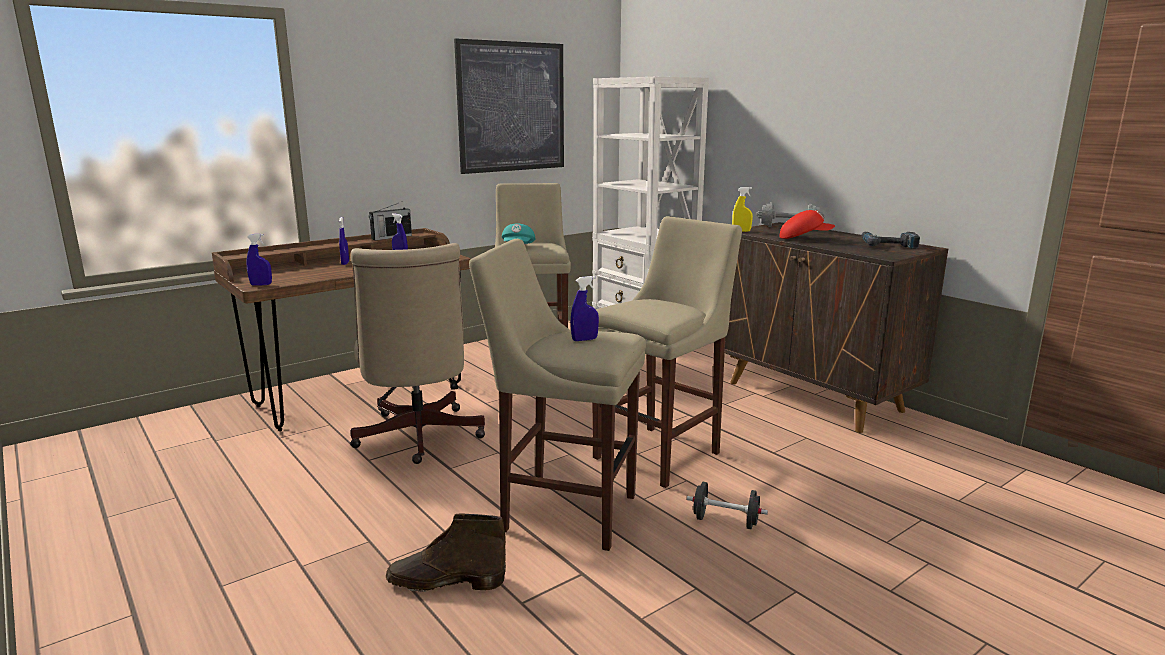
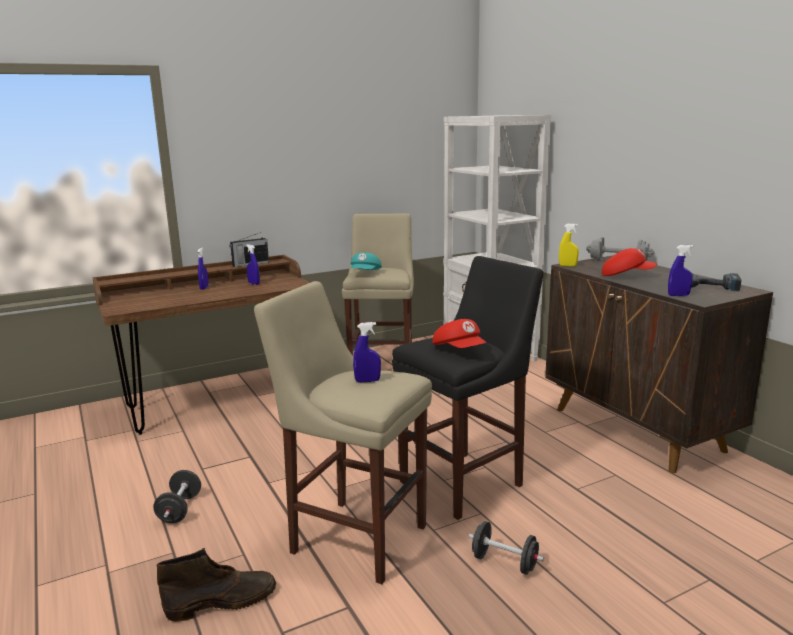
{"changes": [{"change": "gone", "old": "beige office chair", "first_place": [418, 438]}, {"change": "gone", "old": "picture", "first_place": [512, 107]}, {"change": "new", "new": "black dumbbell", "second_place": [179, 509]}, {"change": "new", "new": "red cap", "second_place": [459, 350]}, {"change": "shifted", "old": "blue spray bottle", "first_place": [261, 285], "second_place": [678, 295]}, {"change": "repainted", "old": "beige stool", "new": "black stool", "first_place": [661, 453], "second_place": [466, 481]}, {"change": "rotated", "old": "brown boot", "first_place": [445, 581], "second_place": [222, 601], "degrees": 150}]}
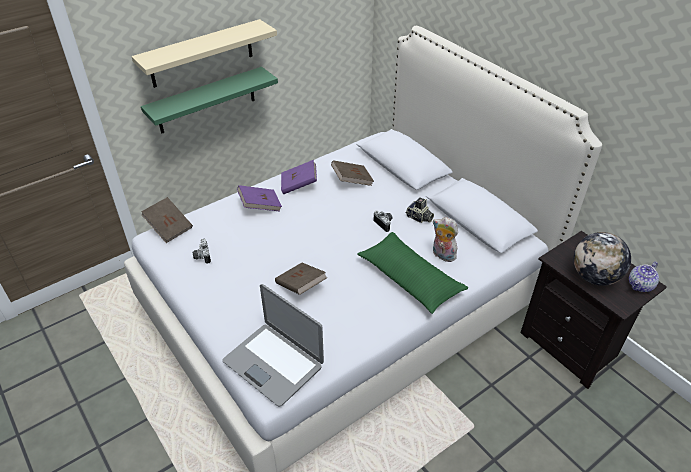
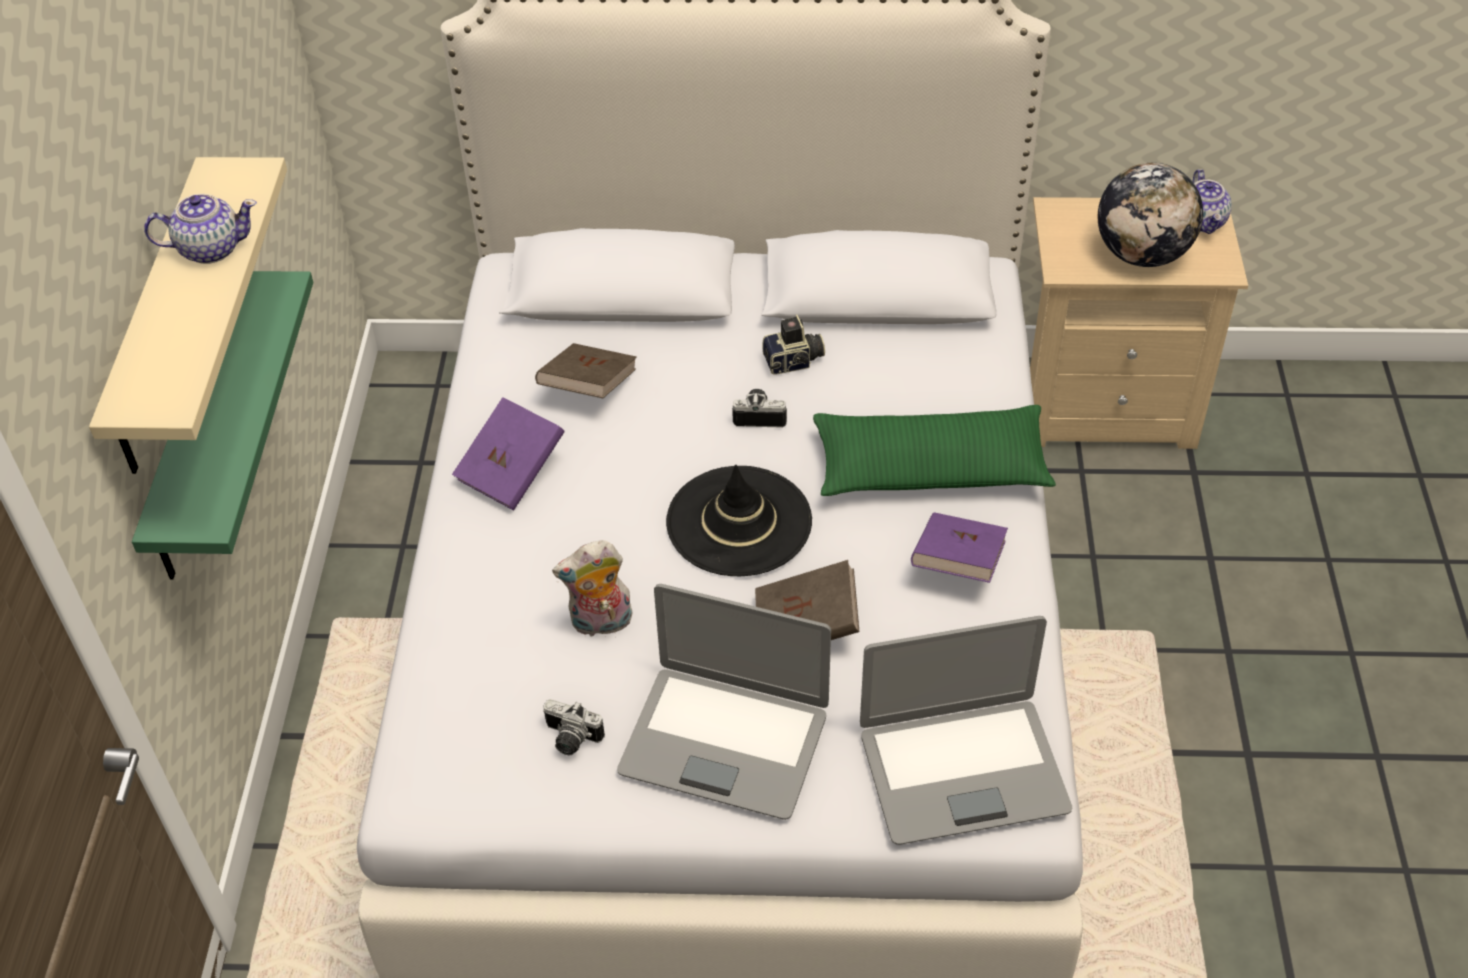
{"changes": [{"change": "gone", "old": "brown book", "first_place": [169, 227]}, {"change": "new", "new": "teapot", "second_place": [209, 249]}, {"change": "new", "new": "laptop", "second_place": [724, 741]}, {"change": "new", "new": "black hat", "second_place": [739, 522]}, {"change": "shifted", "old": "purple book", "first_place": [260, 206], "second_place": [957, 564]}, {"change": "shifted", "old": "plush toy", "first_place": [442, 255], "second_place": [600, 624]}, {"change": "repainted", "old": "black nightstand", "new": "beige nightstand", "first_place": [571, 346], "second_place": [1106, 406]}]}
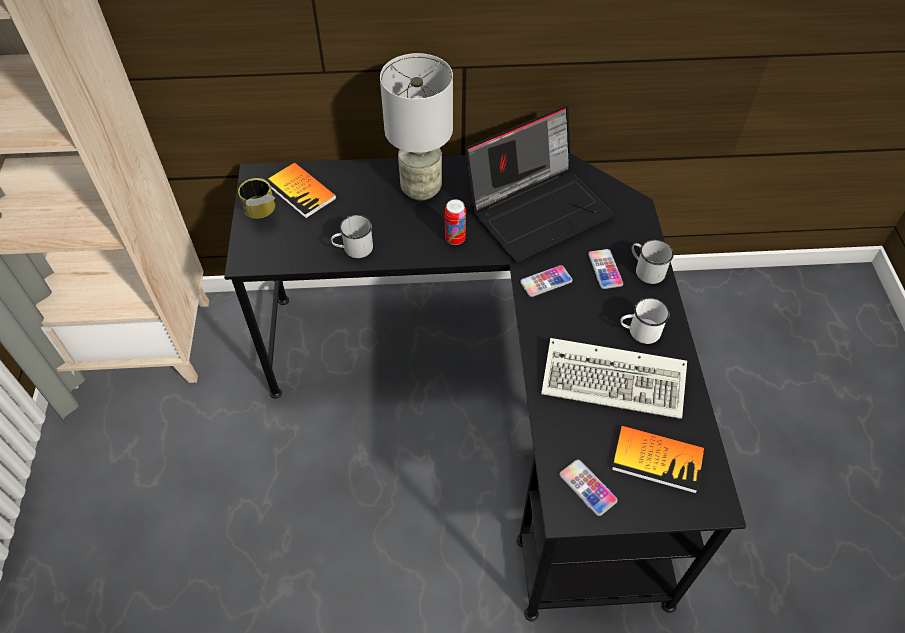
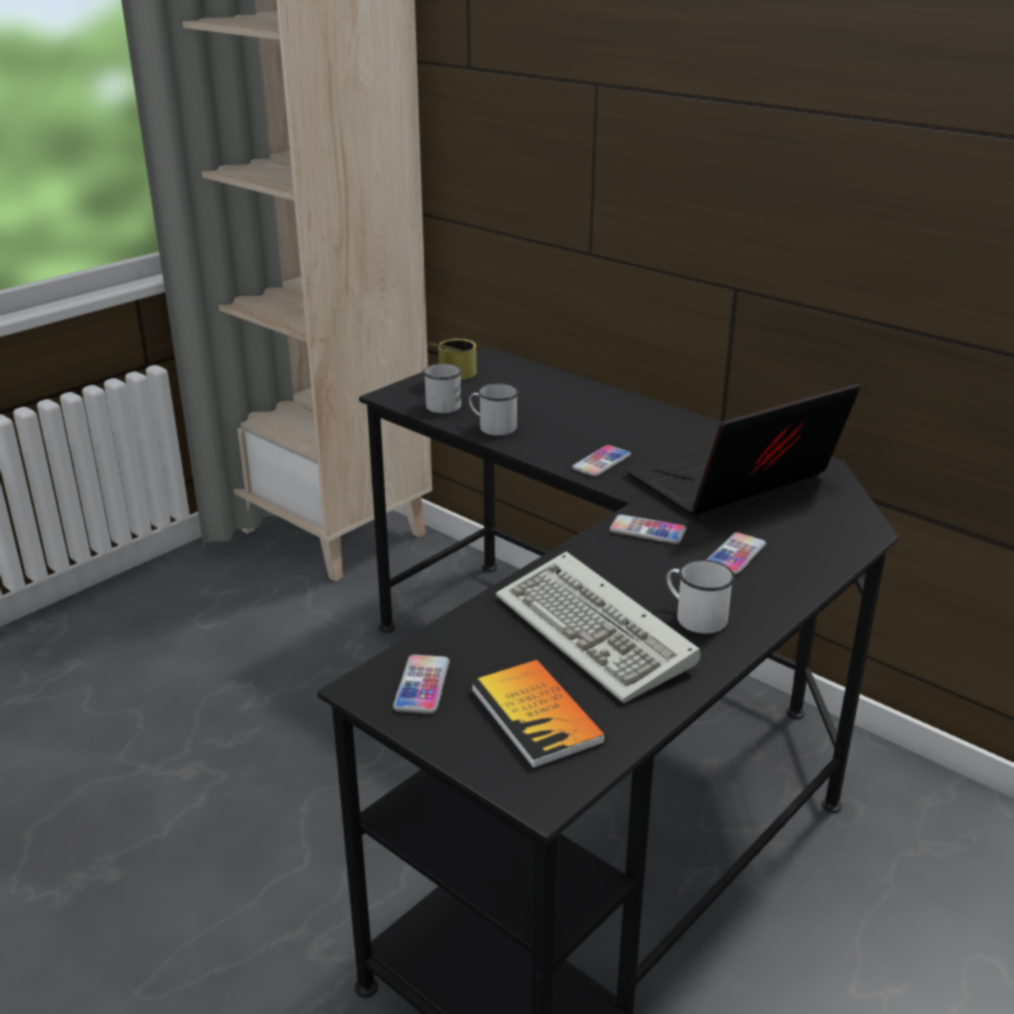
{"changes": [{"change": "gone", "old": "book", "first_place": [301, 191]}, {"change": "gone", "old": "grey table lamp", "first_place": [421, 188]}, {"change": "shifted", "old": "white mug", "first_place": [646, 270], "second_place": [443, 404]}, {"change": "swapped", "old": "can", "new": "phone", "first_place": [455, 239], "second_place": [601, 462]}, {"change": "rotated", "old": "laptop", "first_place": [539, 209], "second_place": [732, 483], "degrees": 135}]}
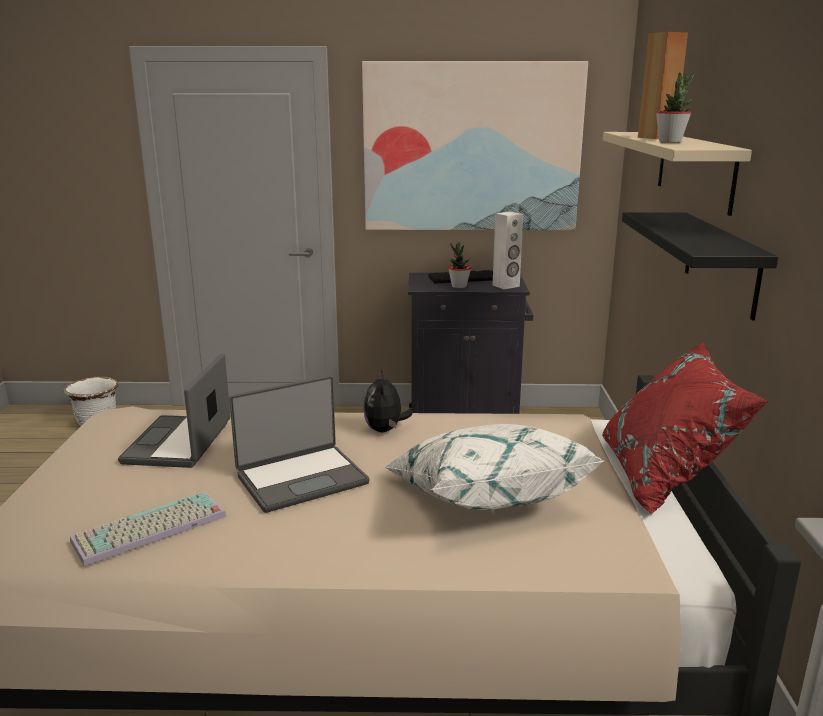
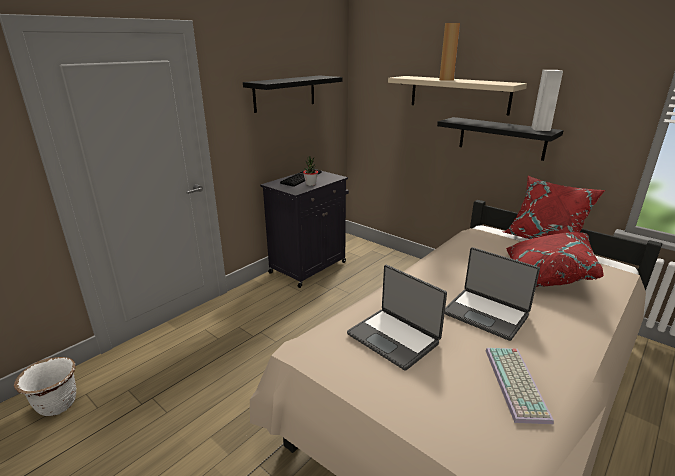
{"changes": [{"change": "gone", "old": "plush toy", "first_place": [385, 430]}, {"change": "gone", "old": "potted plant", "first_place": [670, 142]}, {"change": "shifted", "old": "white speaker", "first_place": [506, 286], "second_place": [541, 129]}, {"change": "swapped", "old": "picture", "new": "black shelf", "first_place": [472, 148], "second_place": [284, 93]}, {"change": "repainted", "old": "white pillow", "new": "red pillow", "first_place": [484, 497], "second_place": [544, 277]}, {"change": "rotated", "old": "laptop", "first_place": [301, 478], "second_place": [486, 314], "degrees": 120}]}
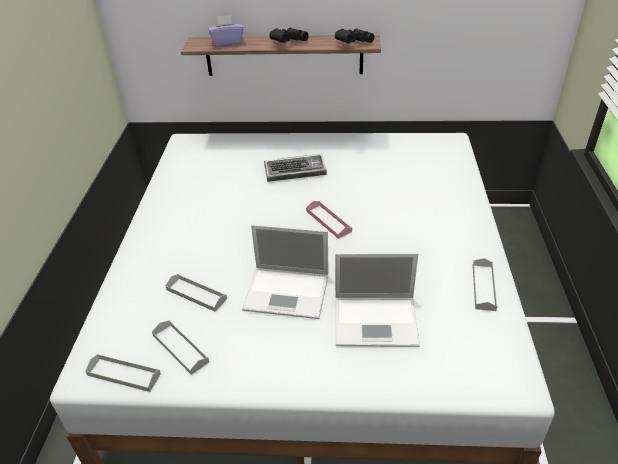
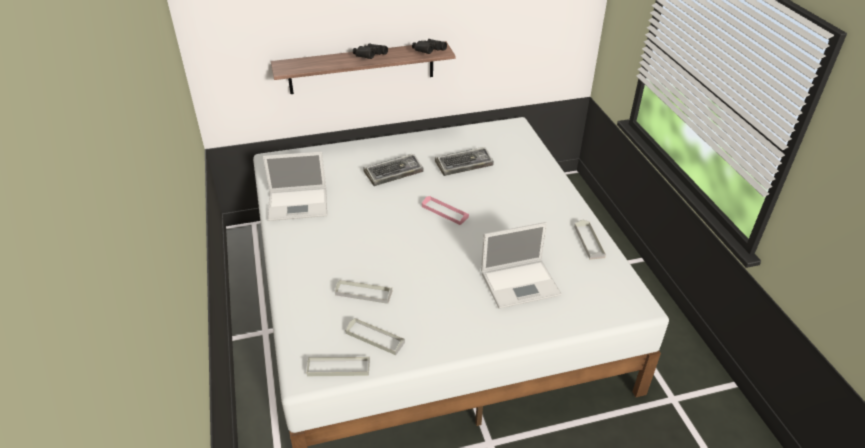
{"changes": [{"change": "gone", "old": "purple tissue box", "first_place": [227, 43]}, {"change": "new", "new": "keyboard", "second_place": [464, 164]}, {"change": "shifted", "old": "laptop", "first_place": [288, 292], "second_place": [299, 204]}]}
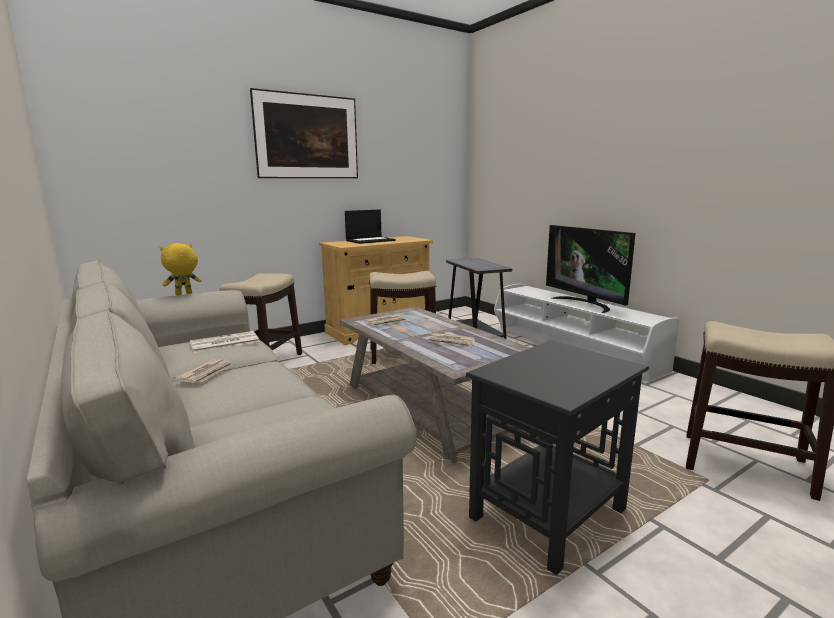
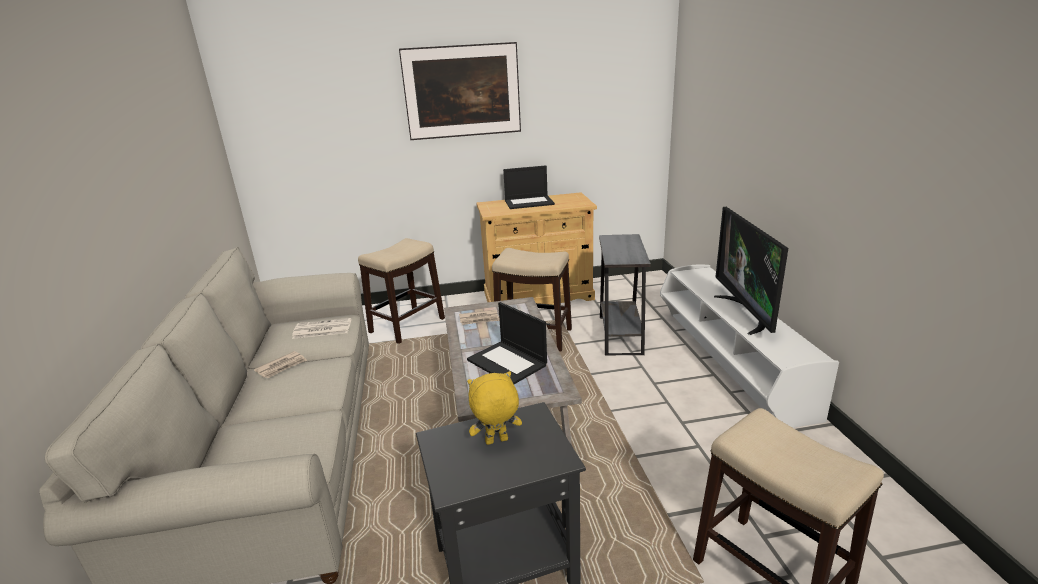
{"changes": [{"change": "shifted", "old": "yellow plush toy", "first_place": [183, 294], "second_place": [496, 442]}, {"change": "swapped", "old": "newspaper", "new": "laptop", "first_place": [451, 342], "second_place": [508, 362]}]}
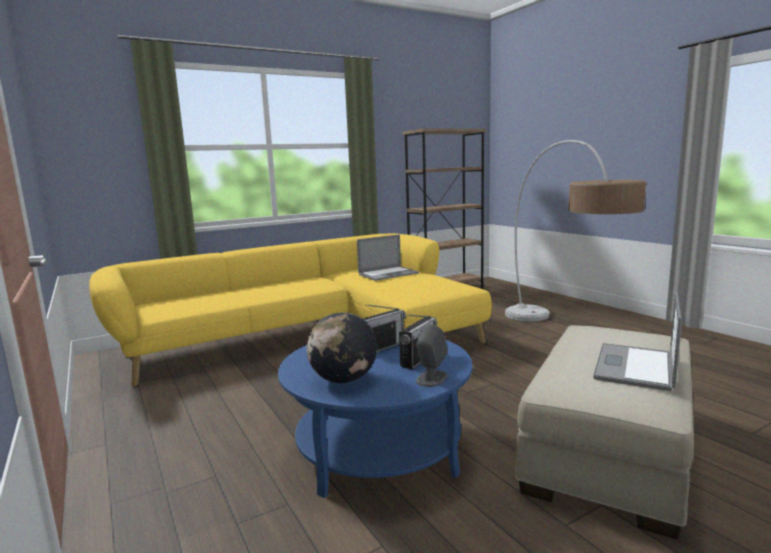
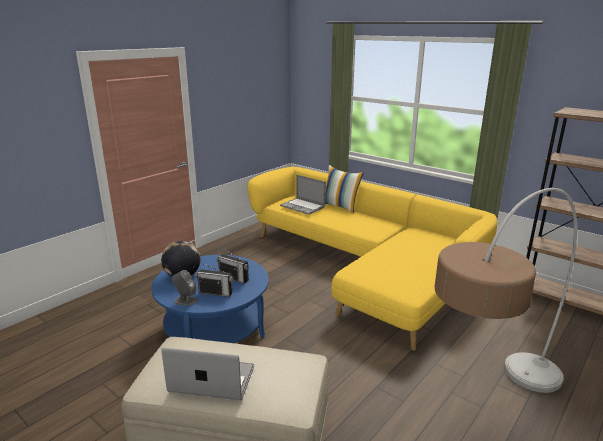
{"changes": [{"change": "new", "new": "pillow", "second_place": [340, 206]}, {"change": "shifted", "old": "laptop", "first_place": [388, 274], "second_place": [302, 206]}]}
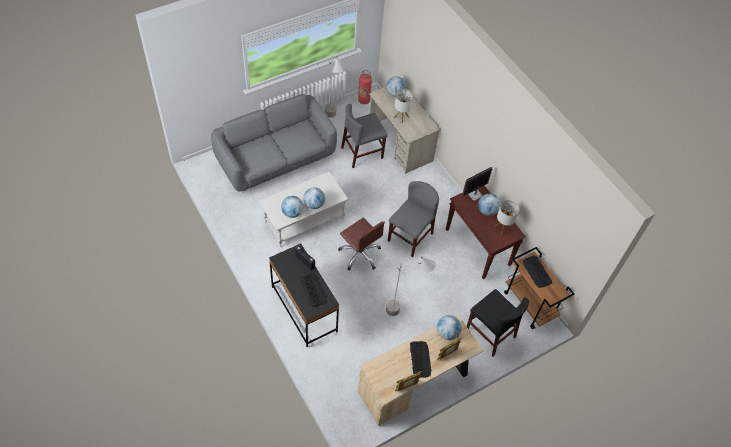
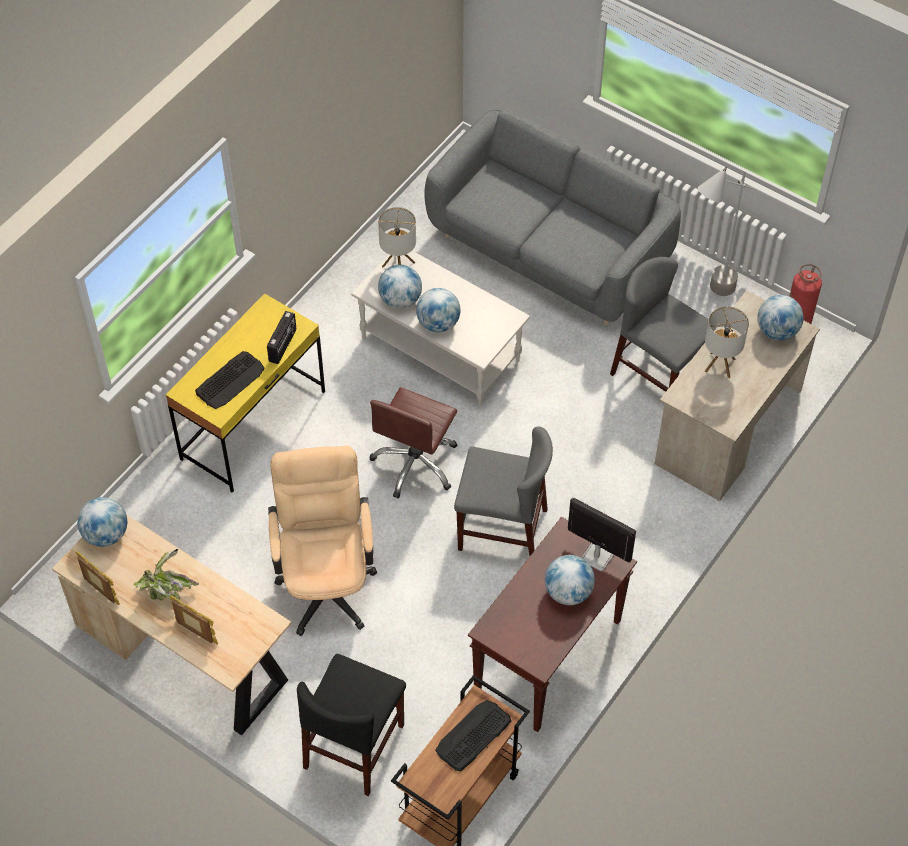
{"changes": [{"change": "shifted", "old": "globe", "first_place": [447, 333], "second_place": [106, 534]}, {"change": "shifted", "old": "table lamp", "first_place": [502, 228], "second_place": [398, 264]}, {"change": "swapped", "old": "grey floor lamp", "new": "beige office chair", "first_place": [404, 312], "second_place": [326, 581]}, {"change": "swapped", "old": "keyboard", "new": "potted plant", "first_place": [420, 359], "second_place": [165, 592]}, {"change": "repainted", "old": "black desk", "new": "yellow desk", "first_place": [304, 309], "second_place": [253, 425]}]}
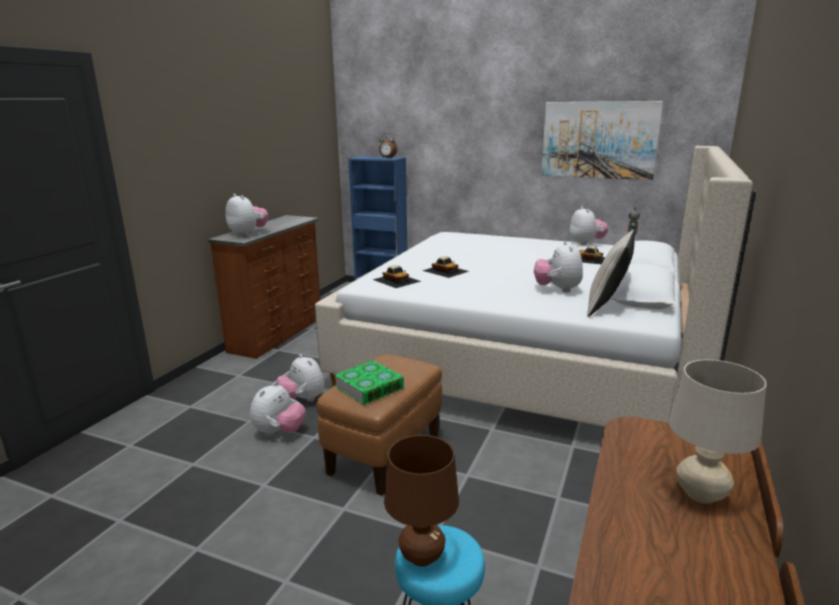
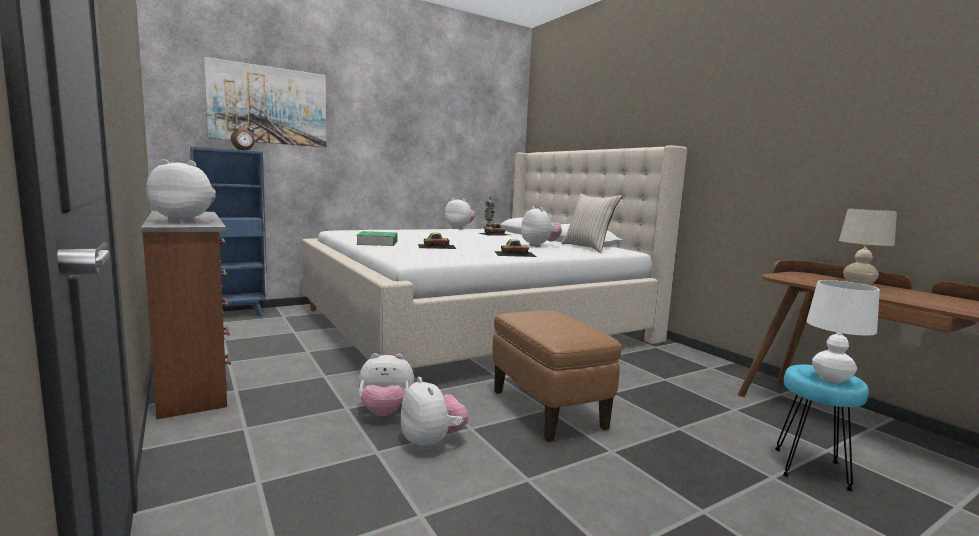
{"changes": [{"change": "shifted", "old": "book", "first_place": [369, 387], "second_place": [377, 243]}, {"change": "shifted", "old": "toy car", "first_place": [396, 280], "second_place": [514, 253]}, {"change": "shifted", "old": "picture", "first_place": [599, 140], "second_place": [268, 105]}, {"change": "repainted", "old": "brown table lamp", "new": "white table lamp", "first_place": [422, 556], "second_place": [831, 379]}, {"change": "rotated", "old": "plush toy", "first_place": [557, 289], "second_place": [539, 246], "degrees": -150}]}
